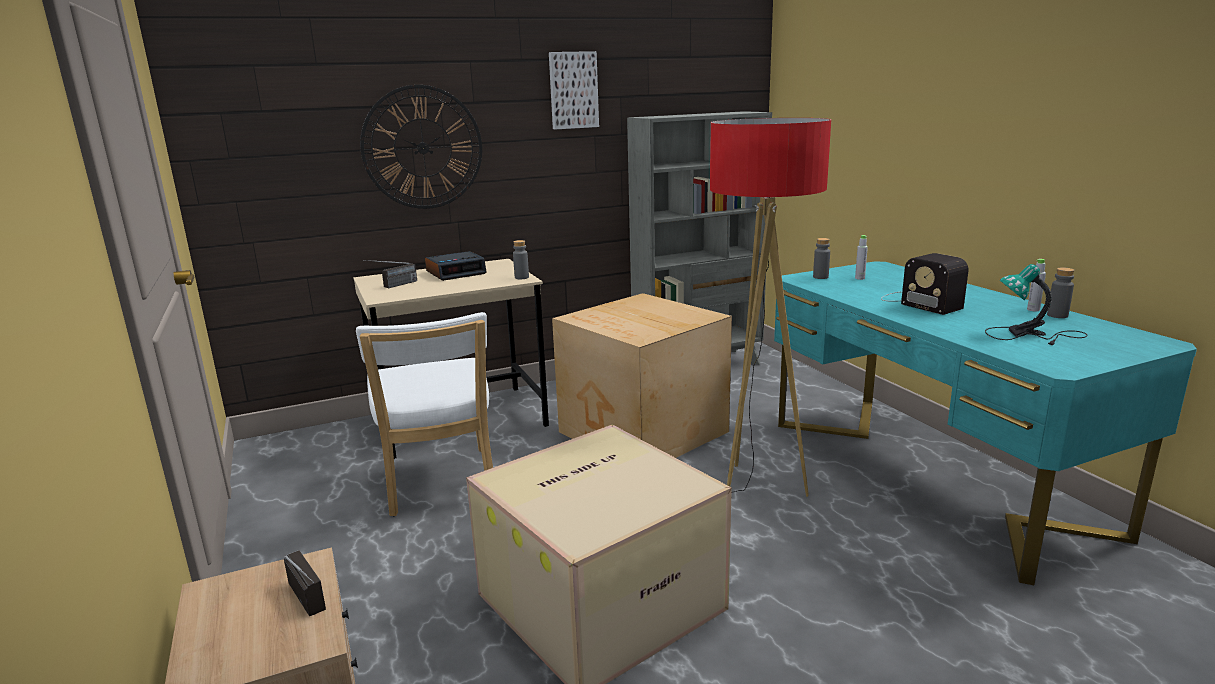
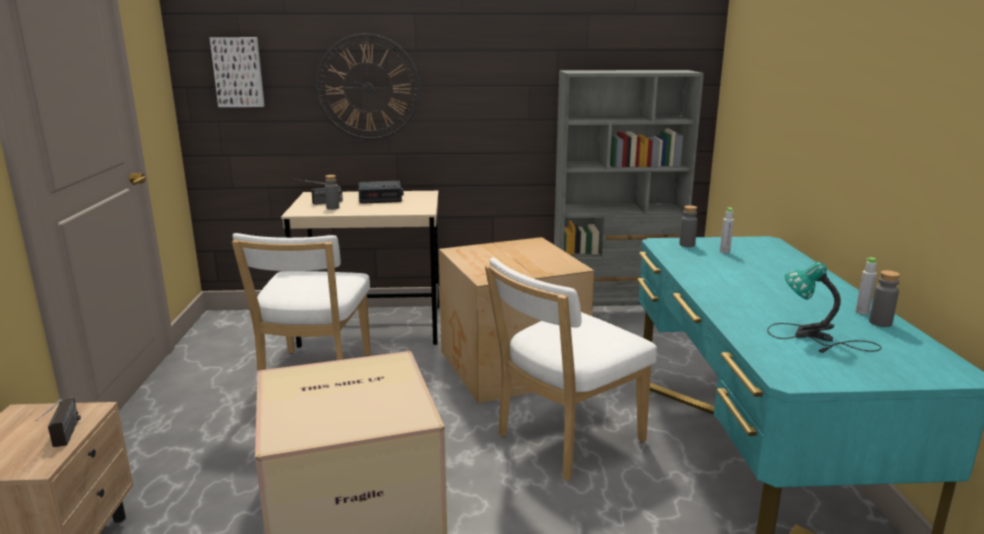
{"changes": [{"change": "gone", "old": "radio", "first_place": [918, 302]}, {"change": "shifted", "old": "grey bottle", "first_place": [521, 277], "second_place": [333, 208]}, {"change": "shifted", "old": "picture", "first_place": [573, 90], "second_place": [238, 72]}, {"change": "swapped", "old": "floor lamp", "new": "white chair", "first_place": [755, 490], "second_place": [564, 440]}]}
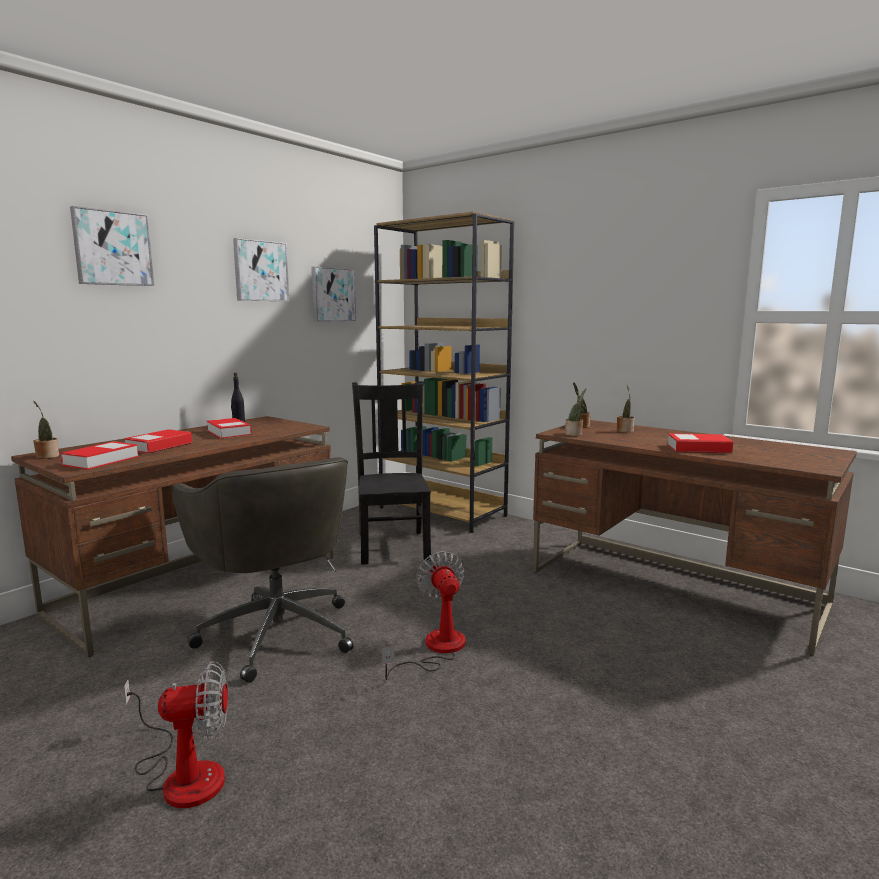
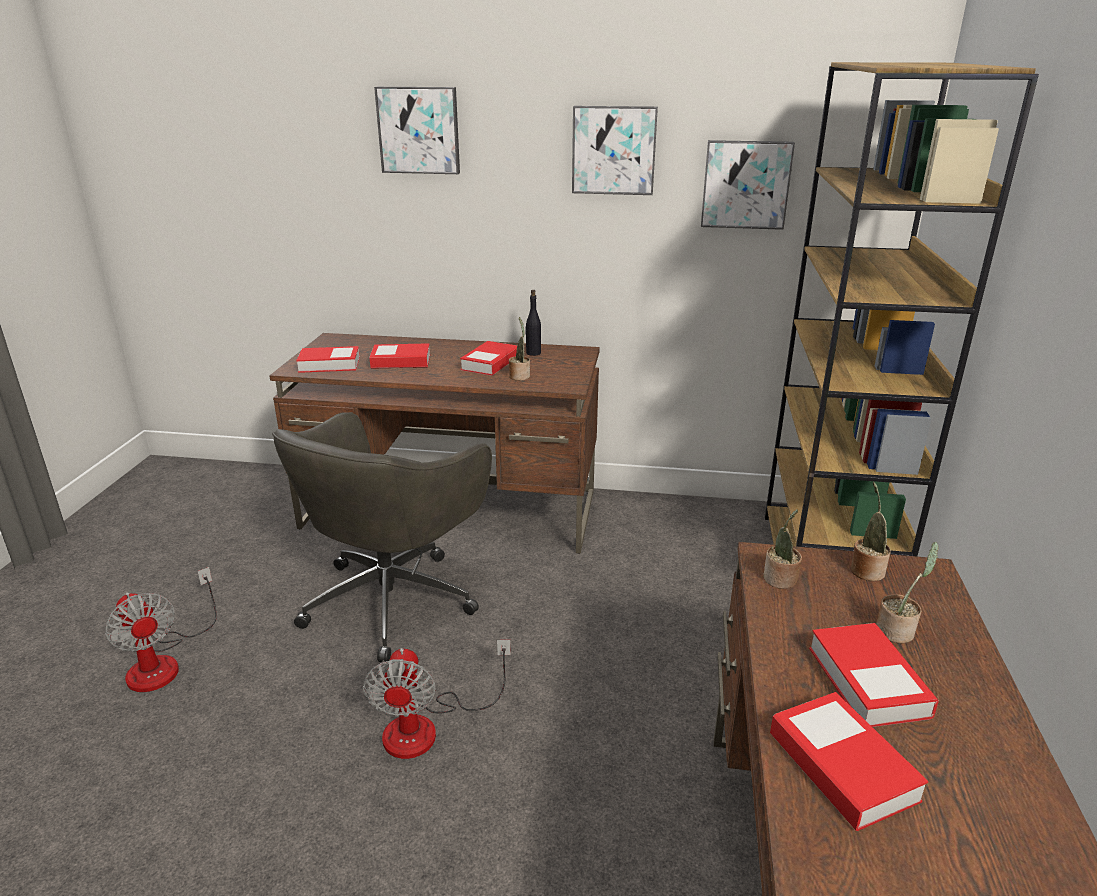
{"changes": [{"change": "gone", "old": "black chair", "first_place": [393, 545]}, {"change": "new", "new": "book", "second_place": [867, 681]}, {"change": "shifted", "old": "potted plant", "first_place": [47, 456], "second_place": [519, 376]}, {"change": "rotated", "old": "fan", "first_place": [436, 649], "second_place": [427, 727], "degrees": 135}]}
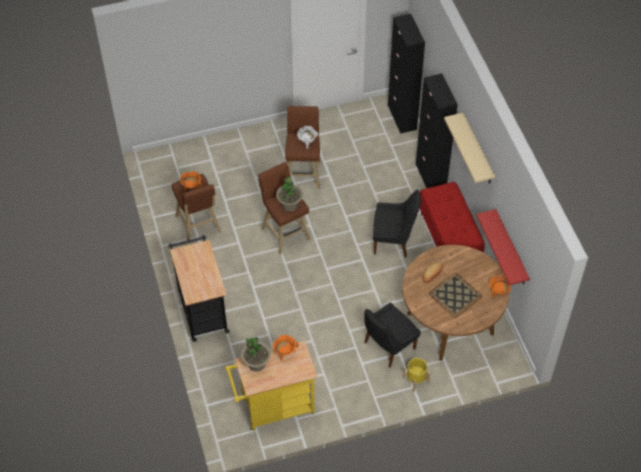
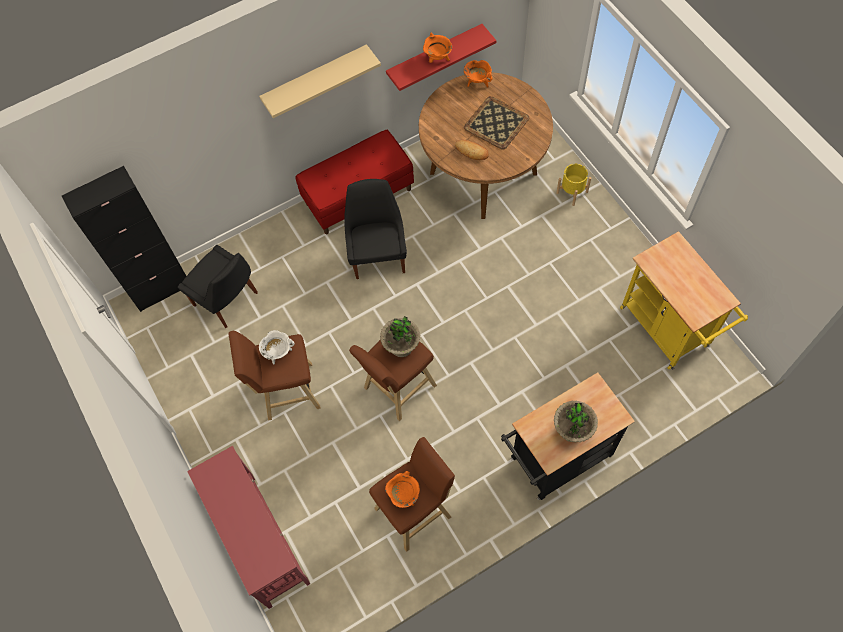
{"changes": [{"change": "gone", "old": "black cabinet", "first_place": [430, 177]}, {"change": "new", "new": "red console table", "second_place": [260, 538]}, {"change": "shifted", "old": "potted plant", "first_place": [256, 364], "second_place": [572, 430]}, {"change": "shifted", "old": "orange cooking pot", "first_place": [285, 353], "second_place": [437, 59]}, {"change": "shifted", "old": "black chair", "first_place": [388, 346], "second_place": [227, 300]}]}
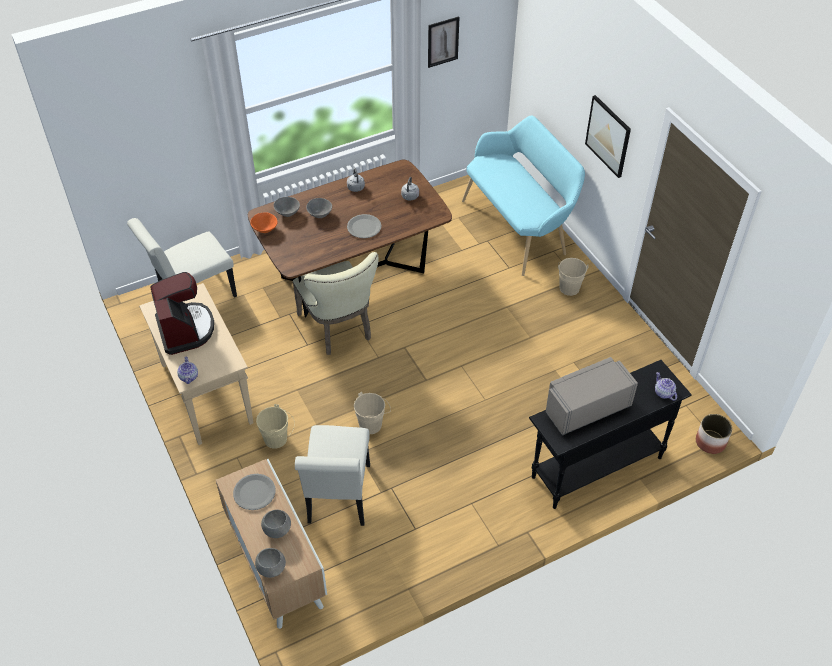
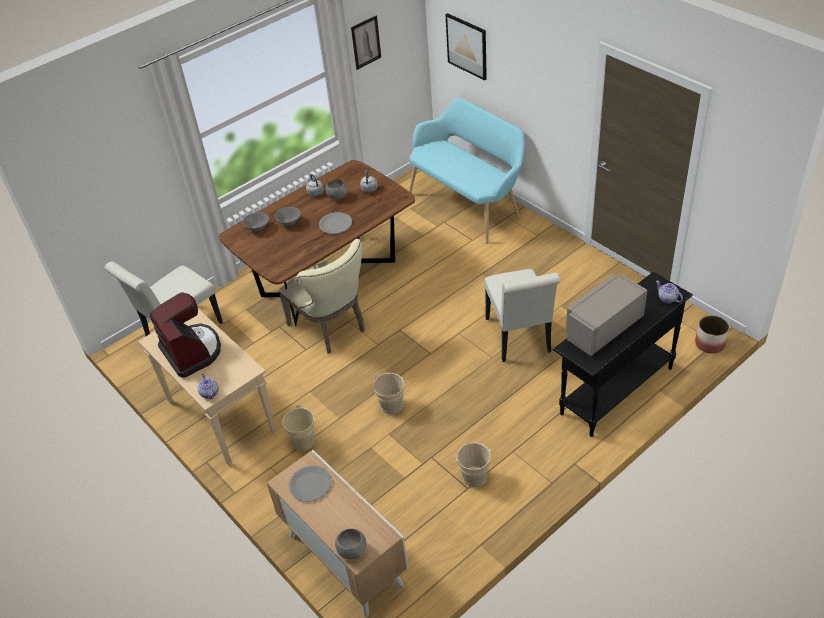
{"changes": [{"change": "gone", "old": "orange bowl", "first_place": [265, 229]}, {"change": "shifted", "old": "grey bowl", "first_place": [277, 530], "second_place": [337, 196]}, {"change": "shifted", "old": "white chair", "first_place": [338, 499], "second_place": [519, 339]}, {"change": "shifted", "old": "beige bucket", "first_place": [569, 286], "second_place": [473, 475]}, {"change": "shifted", "old": "picture", "first_place": [608, 136], "second_place": [467, 46]}]}
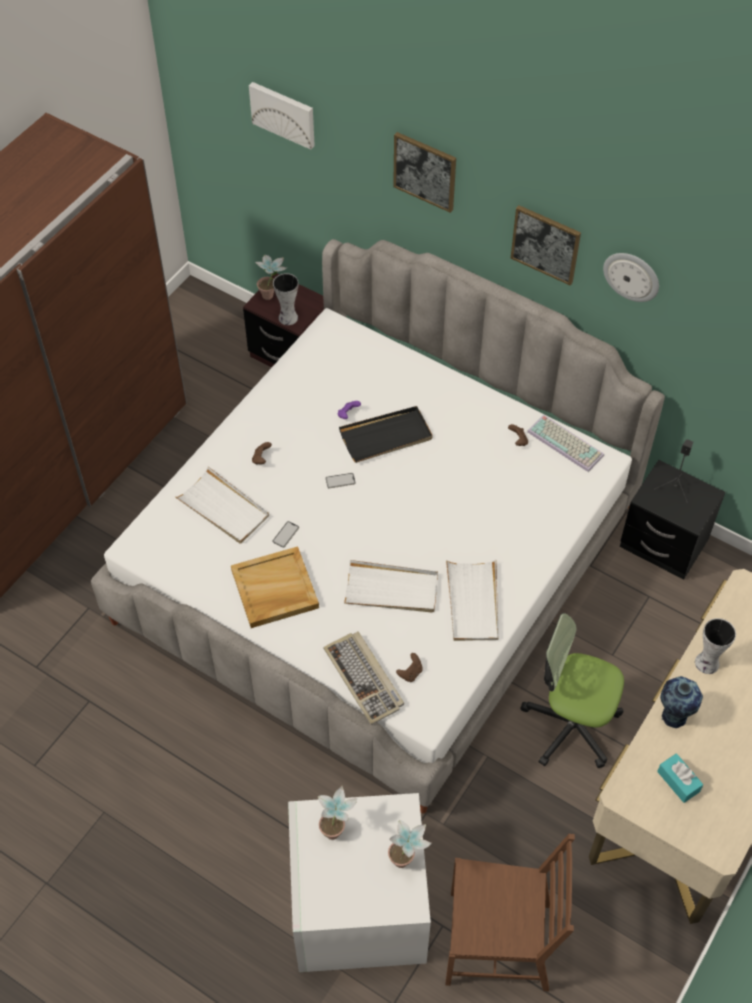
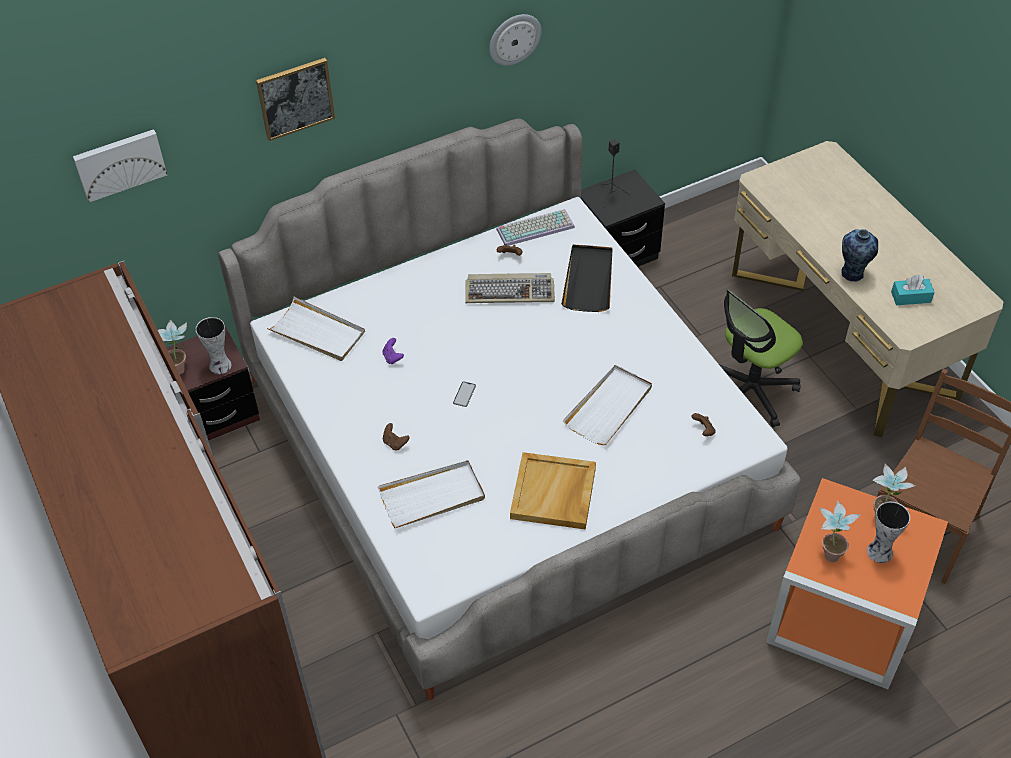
{"changes": [{"change": "gone", "old": "phone", "first_place": [285, 534]}, {"change": "gone", "old": "picture", "first_place": [546, 244]}, {"change": "shifted", "old": "keyboard", "first_place": [365, 678], "second_place": [510, 291]}, {"change": "shifted", "old": "black tray", "first_place": [386, 437], "second_place": [588, 280]}, {"change": "shifted", "old": "white tray", "first_place": [473, 602], "second_place": [317, 332]}, {"change": "shifted", "old": "vase", "first_place": [706, 663], "second_place": [880, 553]}, {"change": "repainted", "old": "white storage box", "new": "orange storage box", "first_place": [356, 903], "second_place": [841, 616]}]}
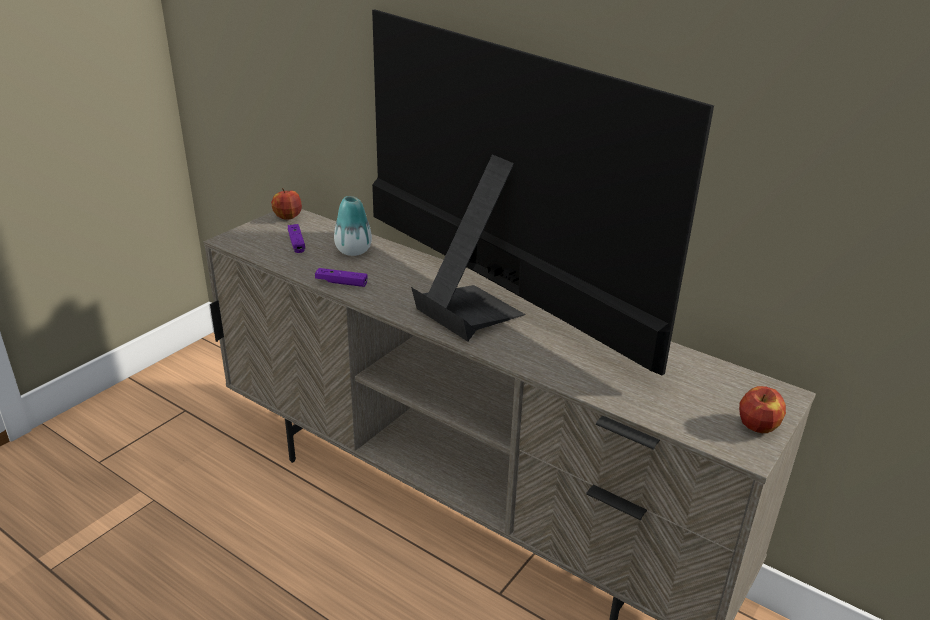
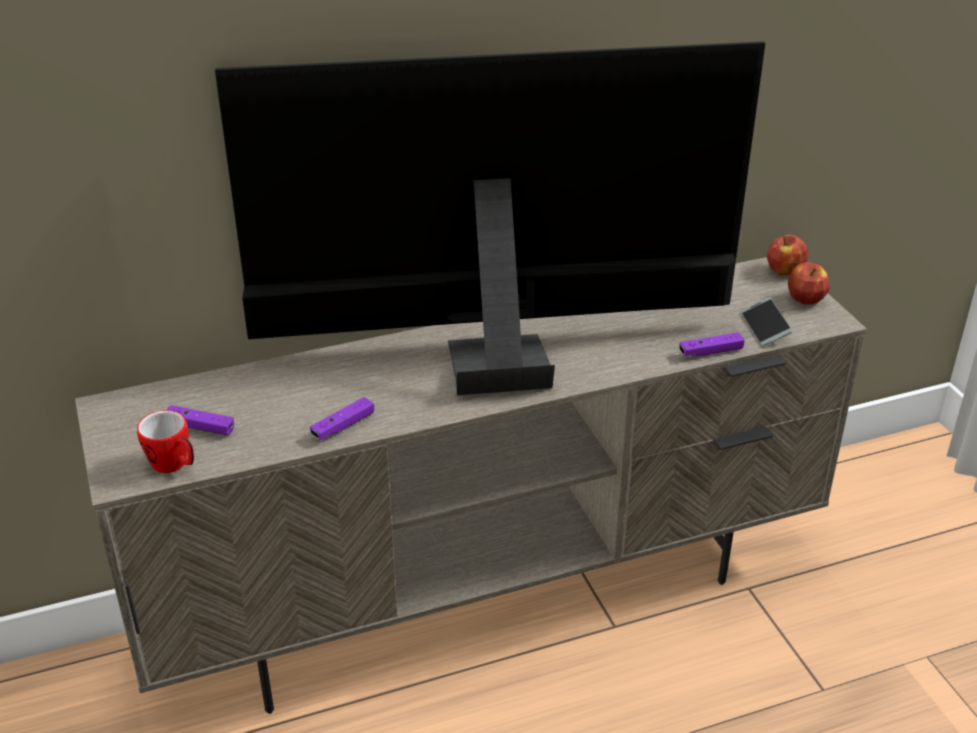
{"changes": [{"change": "gone", "old": "vase", "first_place": [353, 251]}, {"change": "new", "new": "mug", "second_place": [174, 465]}, {"change": "new", "new": "purple game controller", "second_place": [710, 352]}, {"change": "new", "new": "phone", "second_place": [765, 327]}, {"change": "shifted", "old": "apple", "first_place": [287, 217], "second_place": [785, 271]}]}
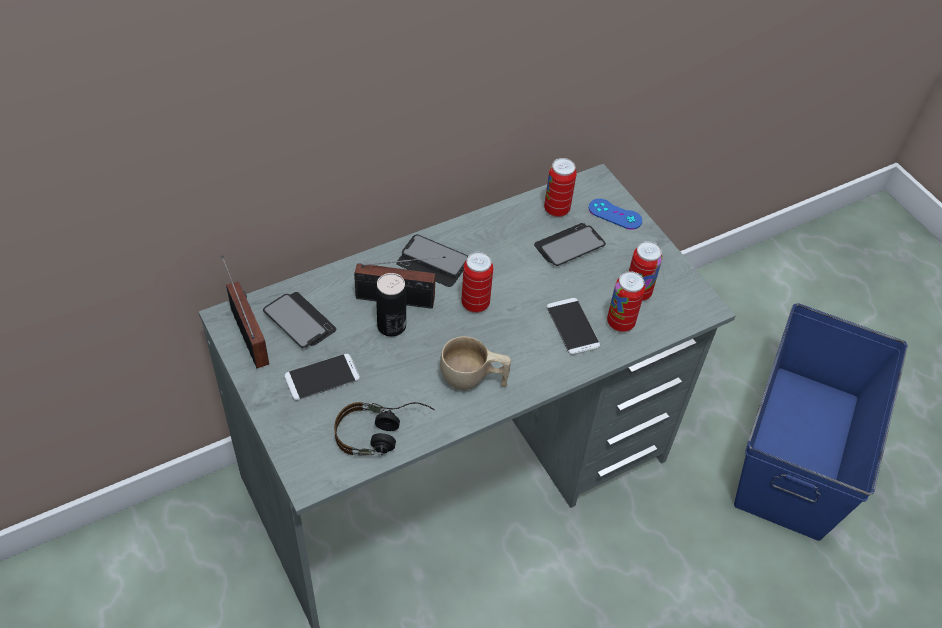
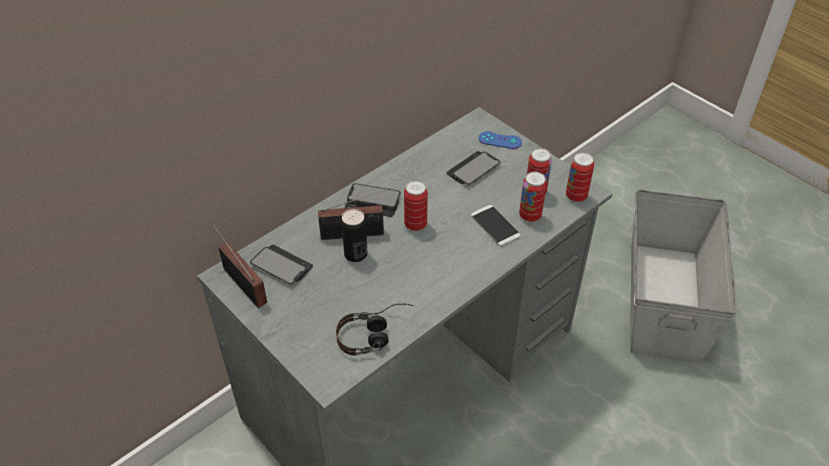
{"changes": [{"change": "gone", "old": "phone", "first_place": [322, 377]}, {"change": "gone", "old": "beige cup", "first_place": [473, 379]}, {"change": "shifted", "old": "can", "first_place": [556, 209], "second_place": [576, 196]}, {"change": "repainted", "old": "blue storage box", "new": "grey storage box", "first_place": [799, 449], "second_place": [665, 299]}]}
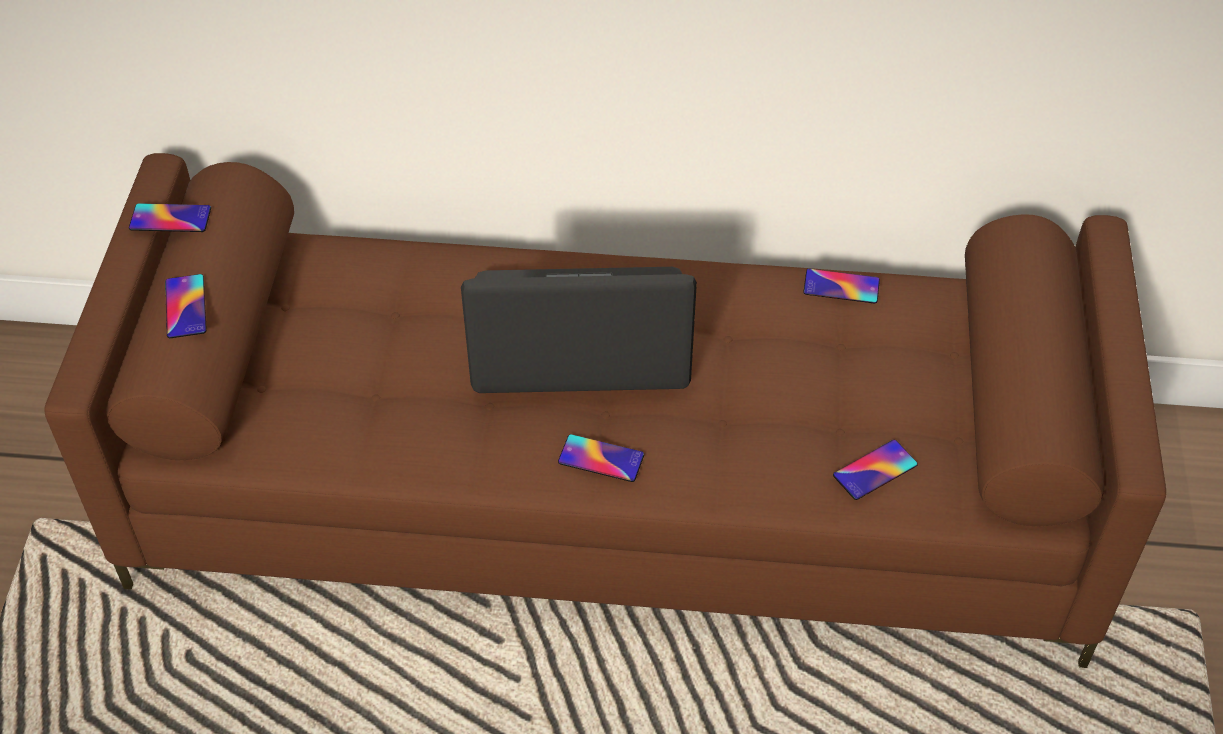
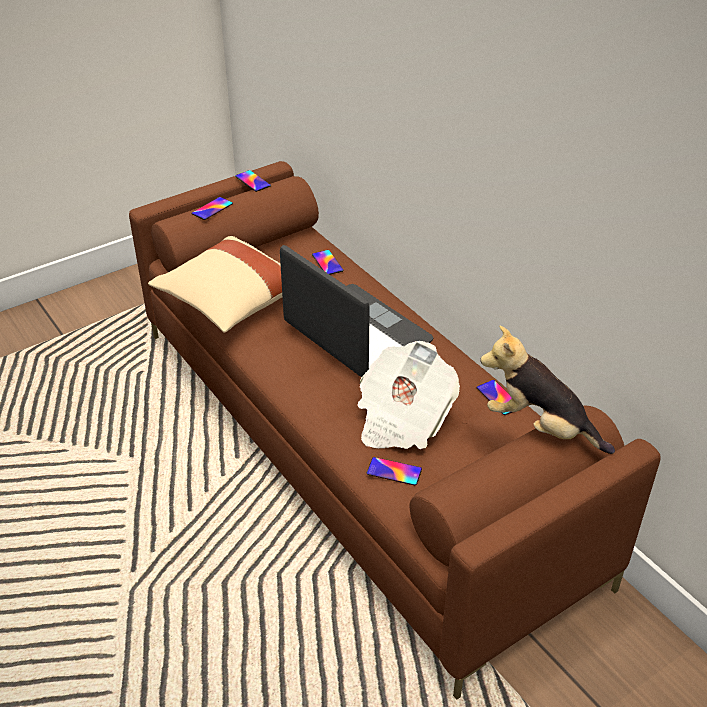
{"changes": [{"change": "new", "new": "beige pillow", "second_place": [231, 301]}, {"change": "new", "new": "newspaper", "second_place": [402, 418]}, {"change": "new", "new": "plush toy", "second_place": [540, 428]}, {"change": "shifted", "old": "phone", "first_place": [601, 458], "second_place": [327, 263]}]}
